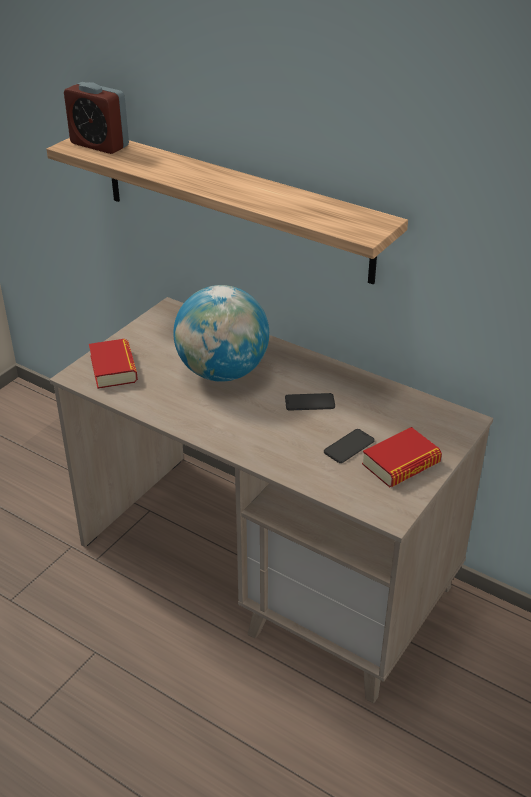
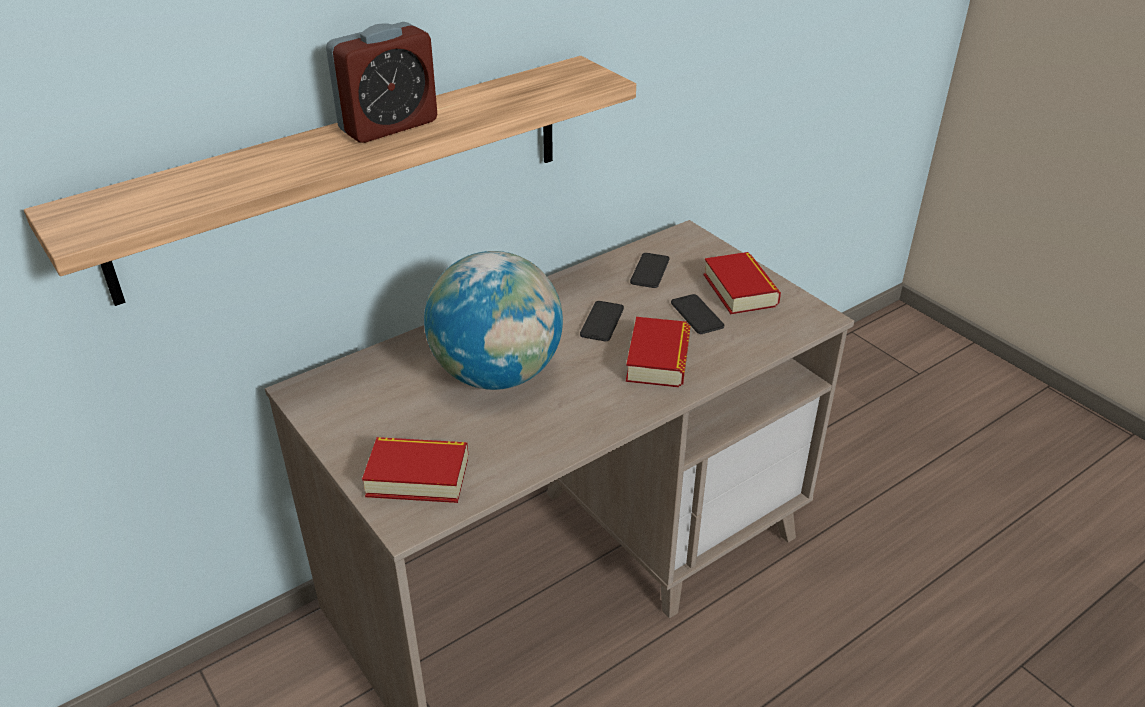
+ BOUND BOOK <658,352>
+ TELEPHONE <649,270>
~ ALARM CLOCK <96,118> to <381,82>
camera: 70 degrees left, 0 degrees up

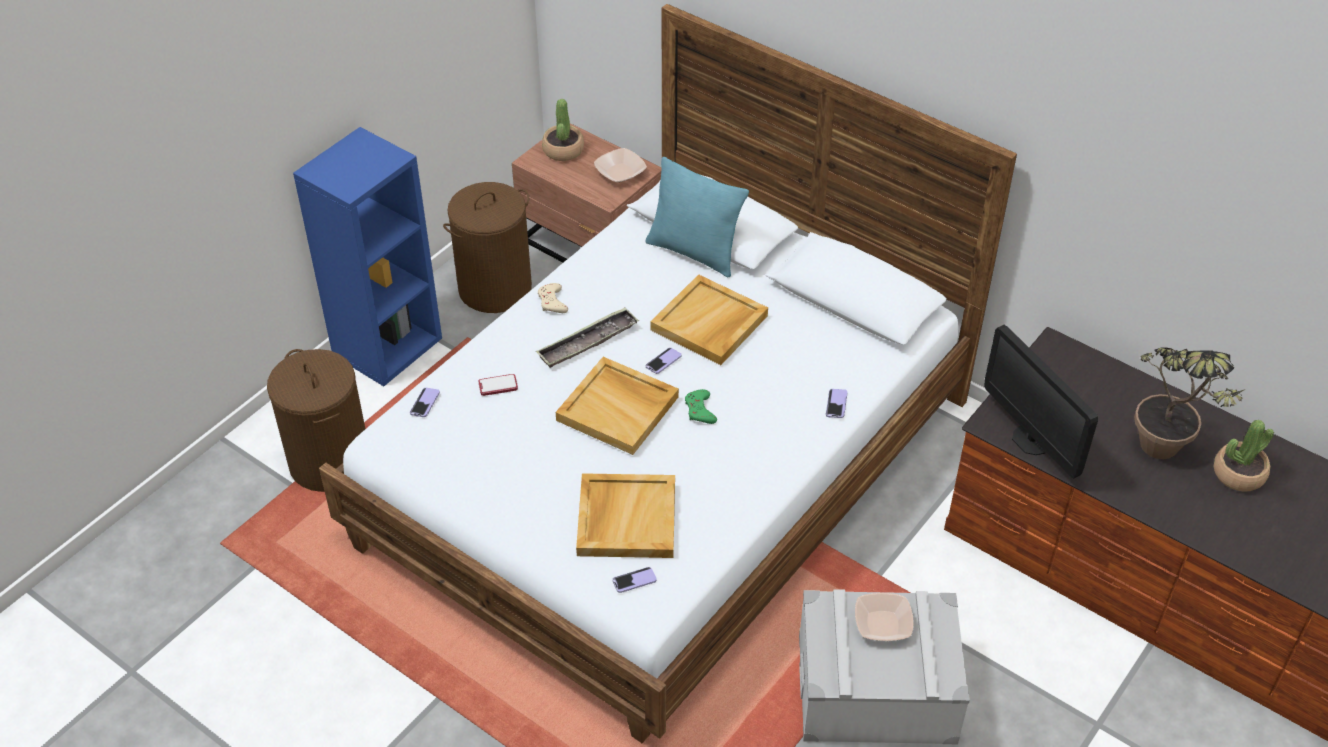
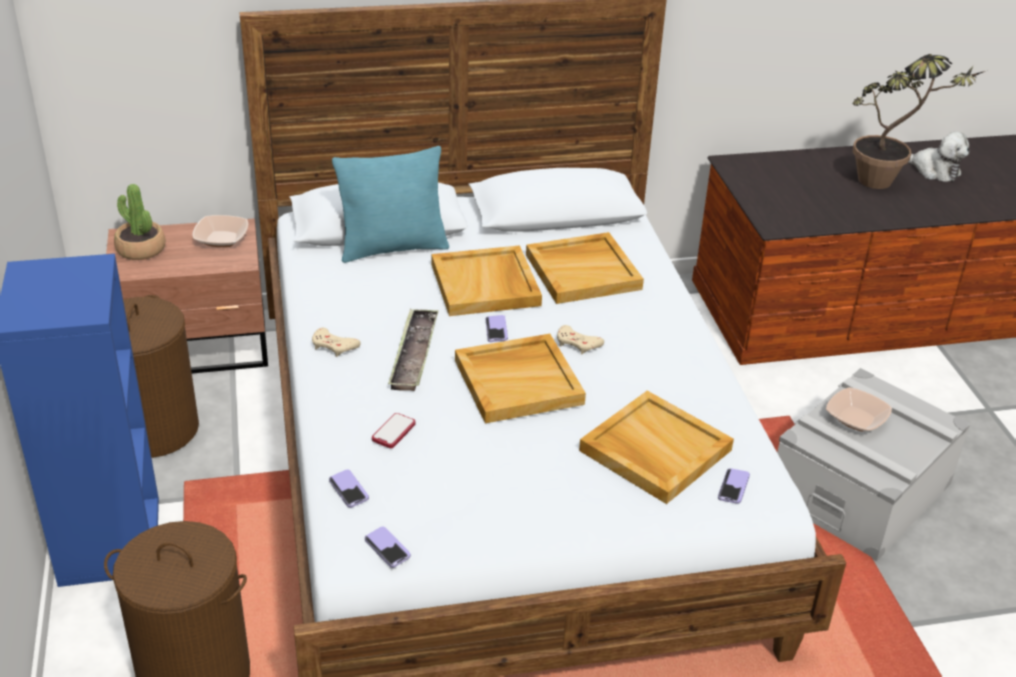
- COMPUTER DISPLAY <1041,402>
+ SAND-COLOURED SERVING TRAY <585,268>
~ TELEPHONE <836,403> to <388,547>
~ HOUSEPLANT <1243,456> to CUDDLY TOY <938,157>
~ GREENISH JOYPAD <701,406> to SAND-COLOURED JOYPAD <580,340>
camera: 50 degrees left, 10 degrees down

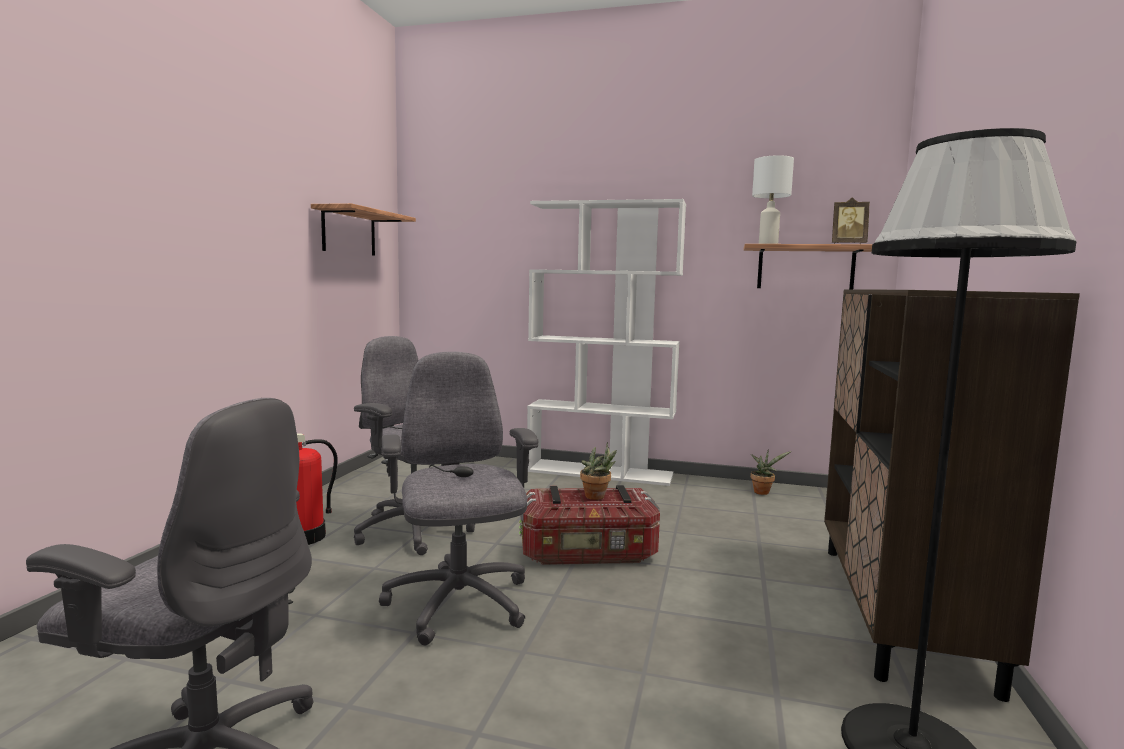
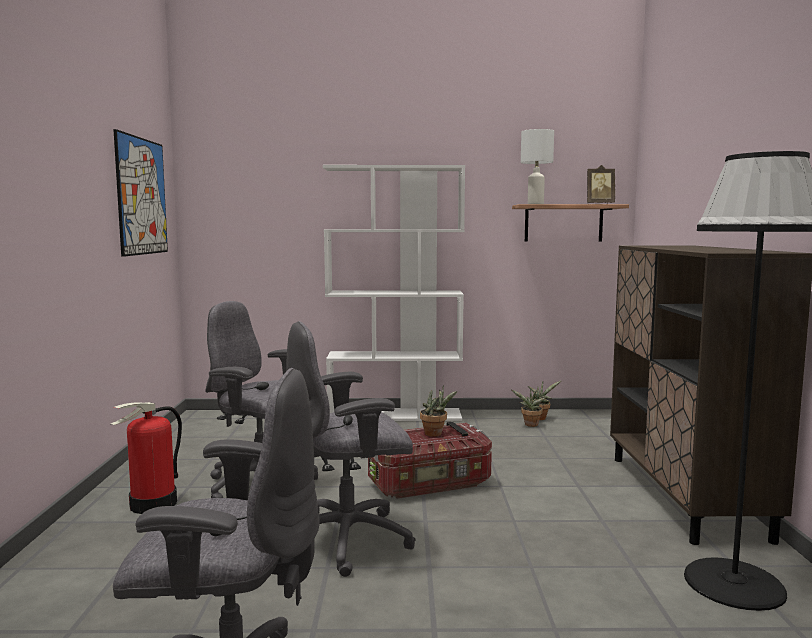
+ HOUSEPLANT <529,408>
~ BRACKET SHELF <363,229> to WALL PICTURE <140,193>
~ GRAY COMPUTER CHAIR <458,498> = <351,449> 75 degrees counterclockwise
camera: 15 degrees left, 0 degrees up

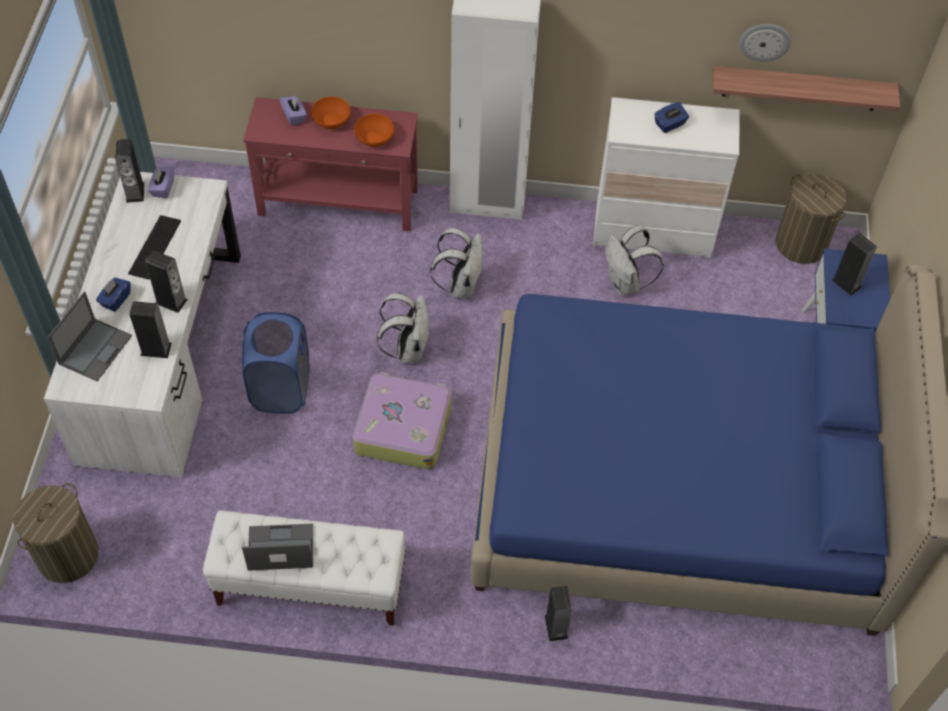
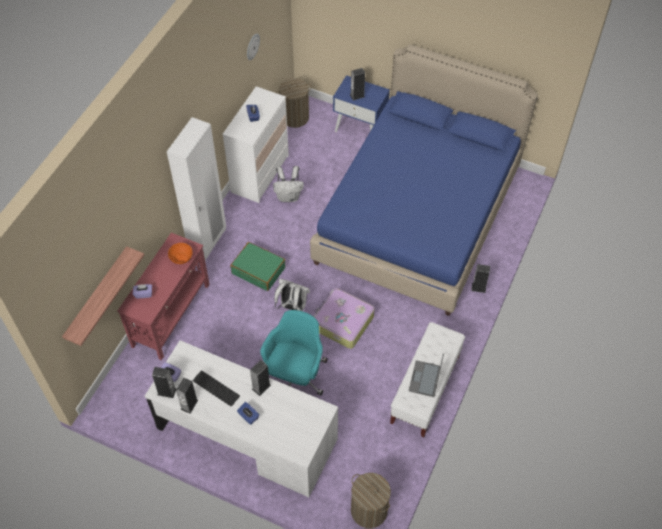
- NOTEBOOK COMPUTER <89,336>
- ORANGE DEEP DISH <331,112>
~ LOUDSPEAKER <151,329> to <187,396>
~ BRACKET SHELF <806,88> to <103,296>
~ BLUE-COLOURED WASHING BASKET <275,362> to TURQUOISE-COLOURED COMPUTER CHAIR <294,353>
~ WHITE KNAPSACK <456,263> to GREENISH TRAVEL CASE <257,266>
camera: 70 degrees left, 0 degrees up

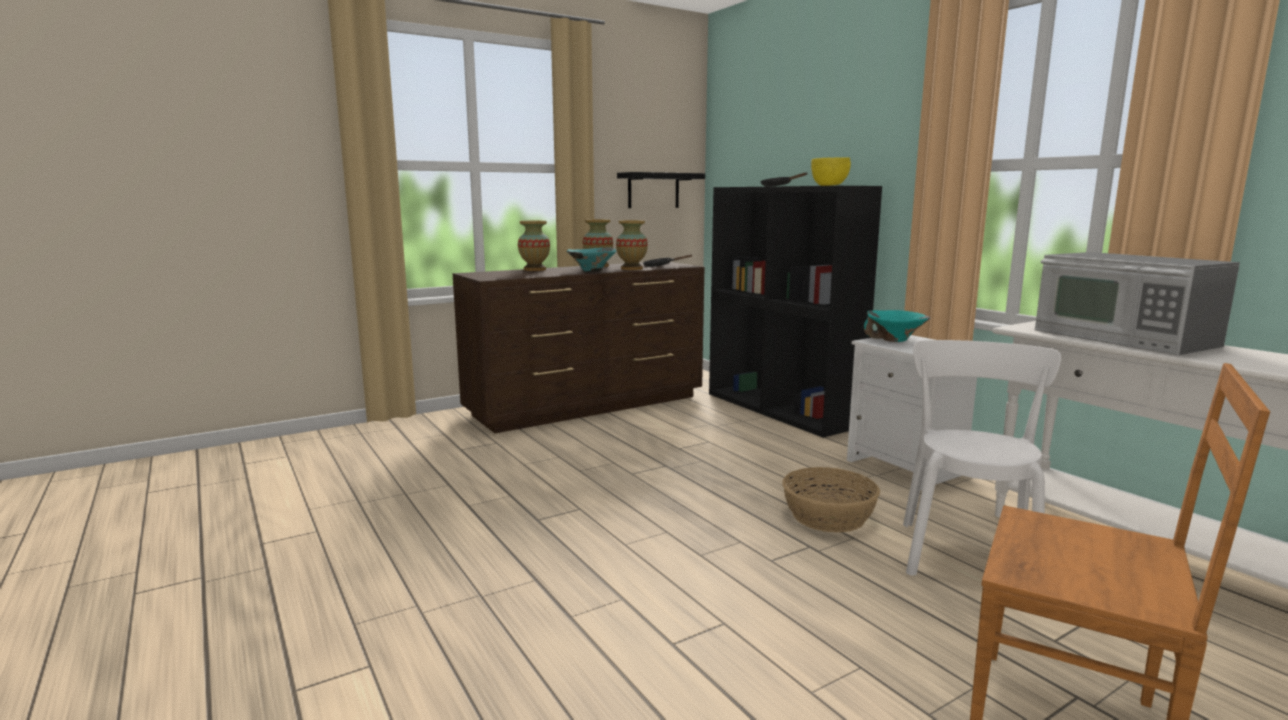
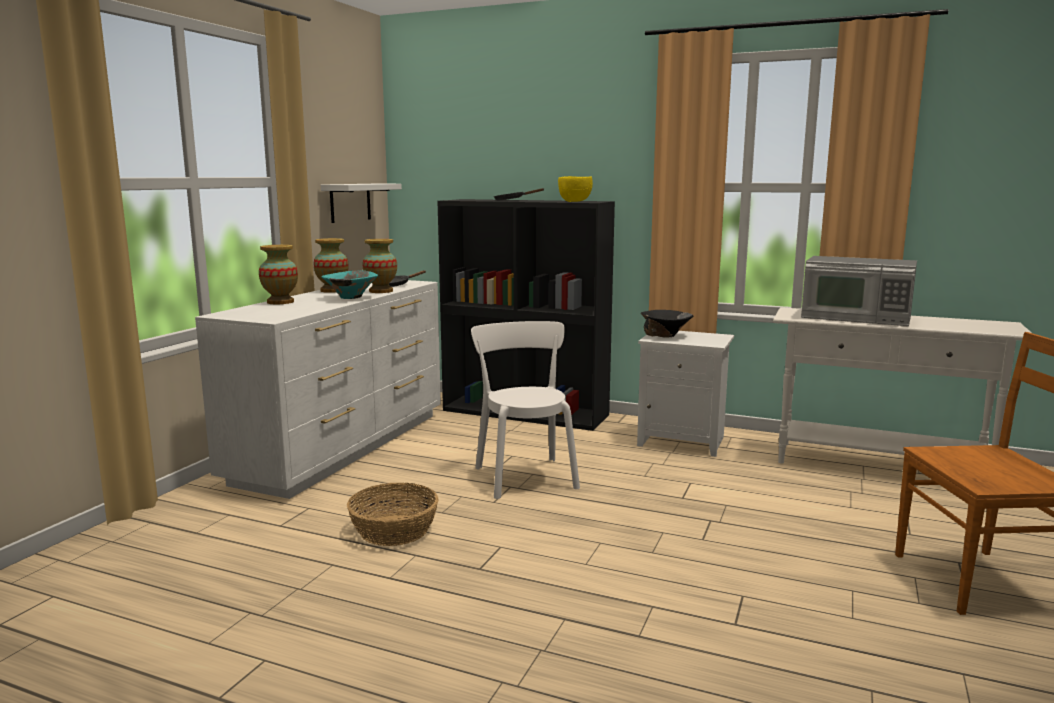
~ BASKET <831,499> to <393,514>
~ WHITE CHAIR <982,458> to <525,410>
~ BROWNISH DRAWER CHEST <578,347> to WHITE DRAWER CHEST <318,389>
~ BLACKISH BRACKET SHELF <661,190> to WHITE BRACKET SHELF <361,203>
~ TURQUOISE-COLOURED DEEP DISH <897,326> to BLACKISH DEEP DISH <667,324>
camera: 35 degrees left, 0 degrees up

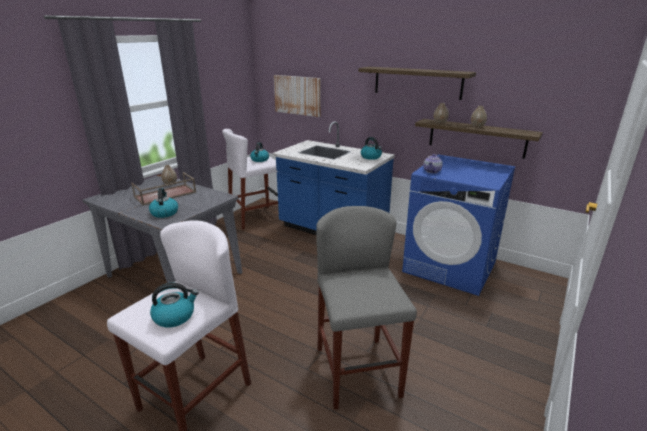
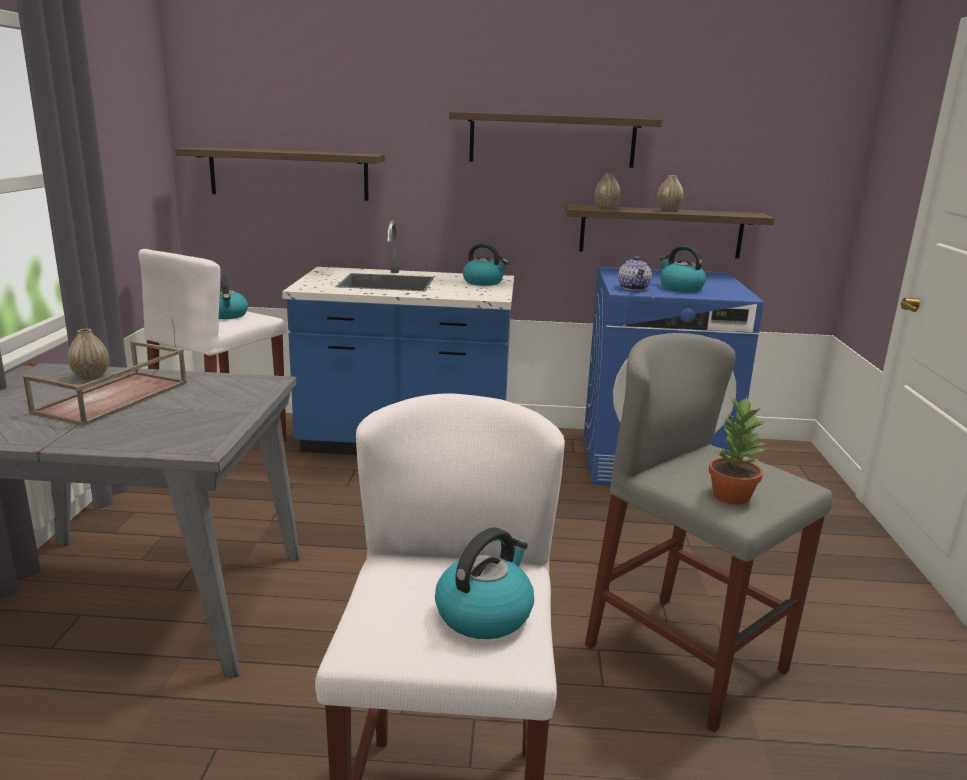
+ HOUSEPLANT <738,450>
~ KETTLE <163,203> to <683,269>
~ WALL PICTURE <297,96> to BRACKET SHELF <280,174>
camera: 30 degrees left, 5 degrees down

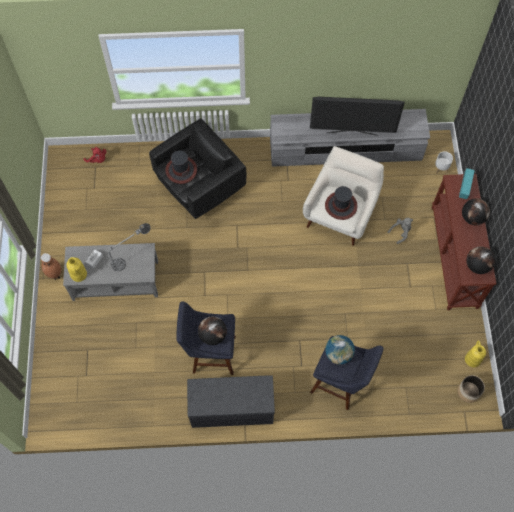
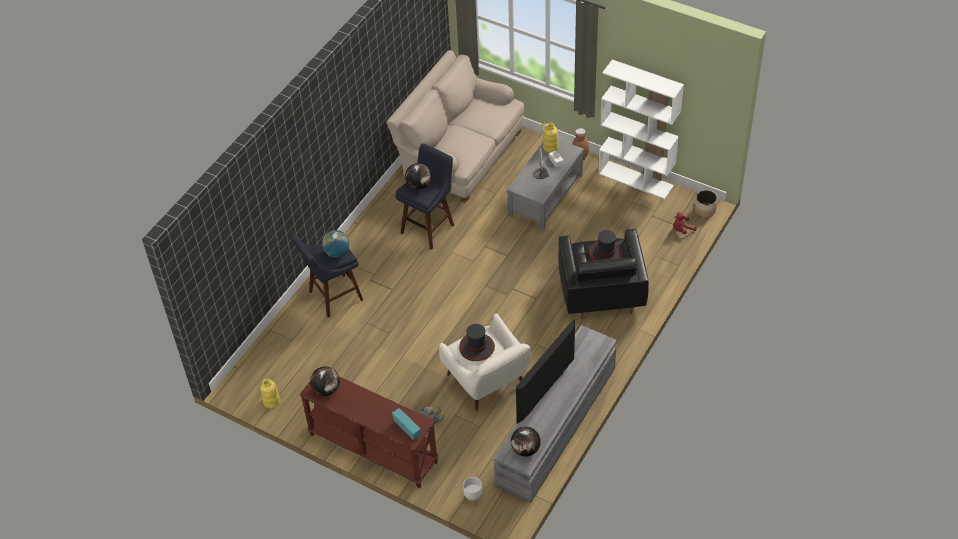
- GRAY LONG SEAT <231,401>
+ SAND-COLOURED SOFA <455,126>
+ WHITE SHELVING UNIT <641,129>
~ PLANTER <471,389> to <706,203>
~ GLOBE <476,211> to <526,441>
camera: 125 degrees right, 15 degrees down

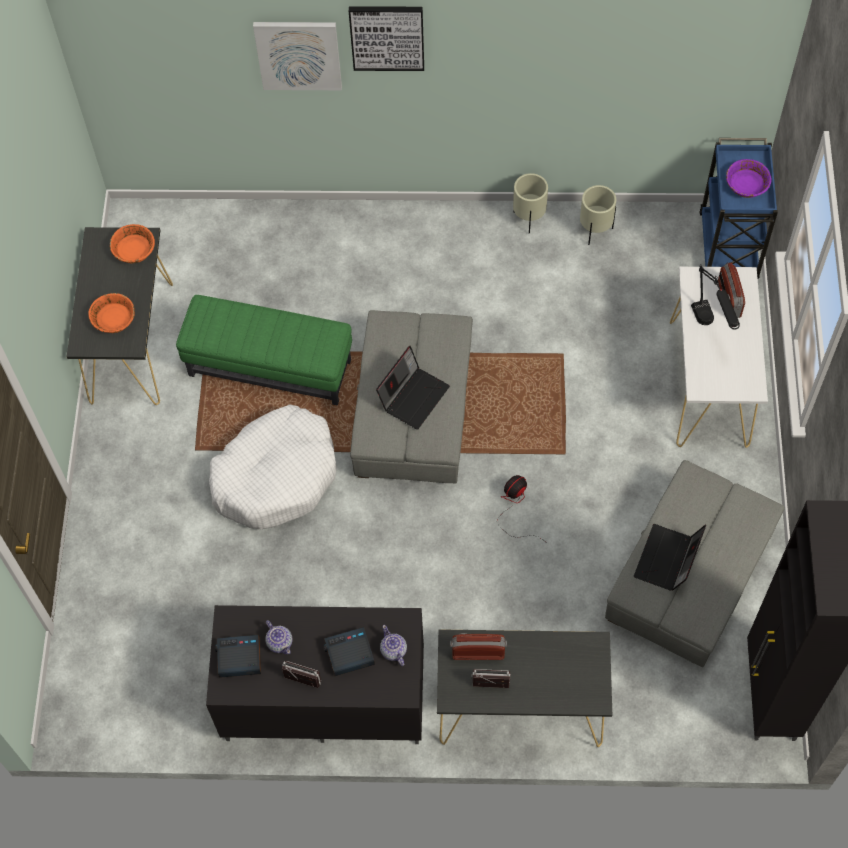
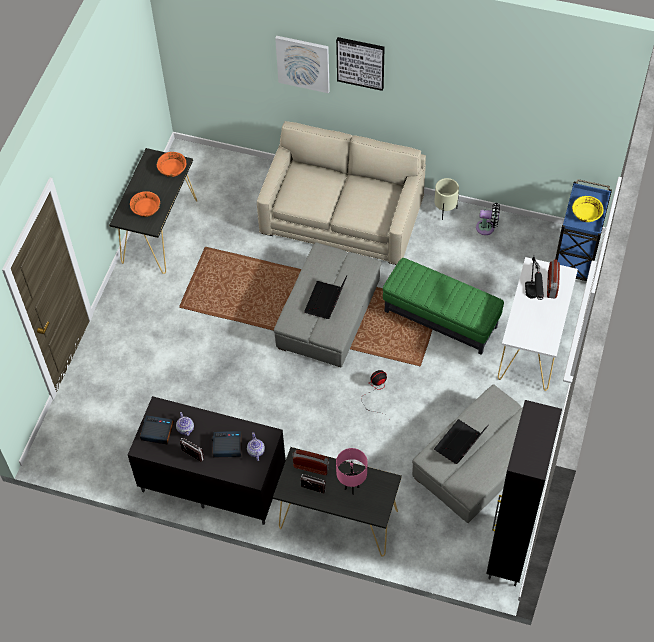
- WHITE DOG CUSHION <273,466>
+ SAND-COLOURED SOFA <341,193>
+ PINK-COLOURED LAMP FOR A TABLE <351,471>
~ GREENISH POUFFE <264,350> to <443,306>
~ SAND-COLOURED PLANTER <598,215> to BLACKISH FAN <488,219>
~ PURPLISH DEEP DISH <748,178> to YELLOW-COLOURED DEEP DISH <587,209>
~ NOTEBOOK COMPUTER <413,388> = <325,297> 150 degrees clockwise
camera: 15 degrees right, 5 degrees down

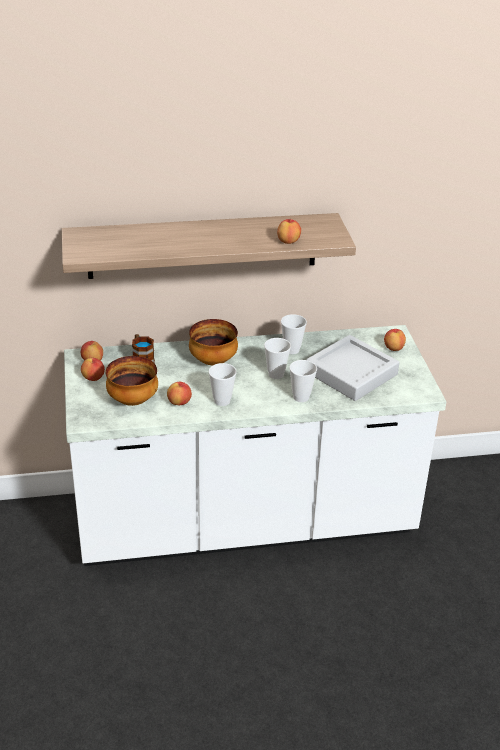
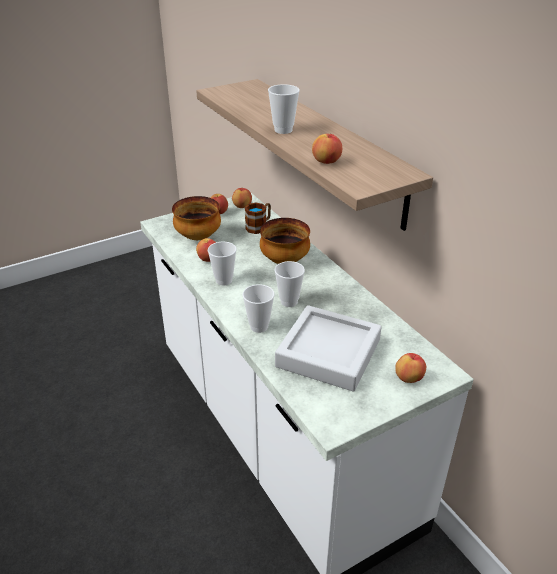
~ SMALL CUP <294,334> to <284,109>
camera: 70 degrees right, 0 degrees up

